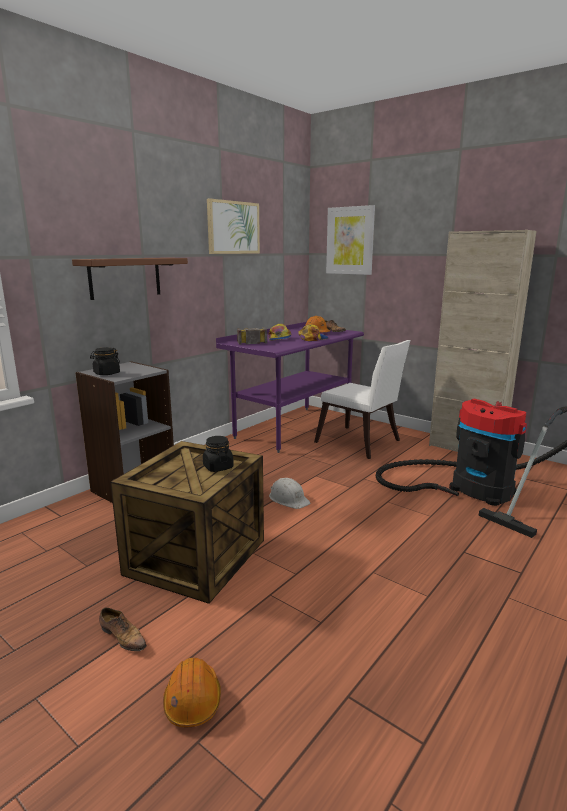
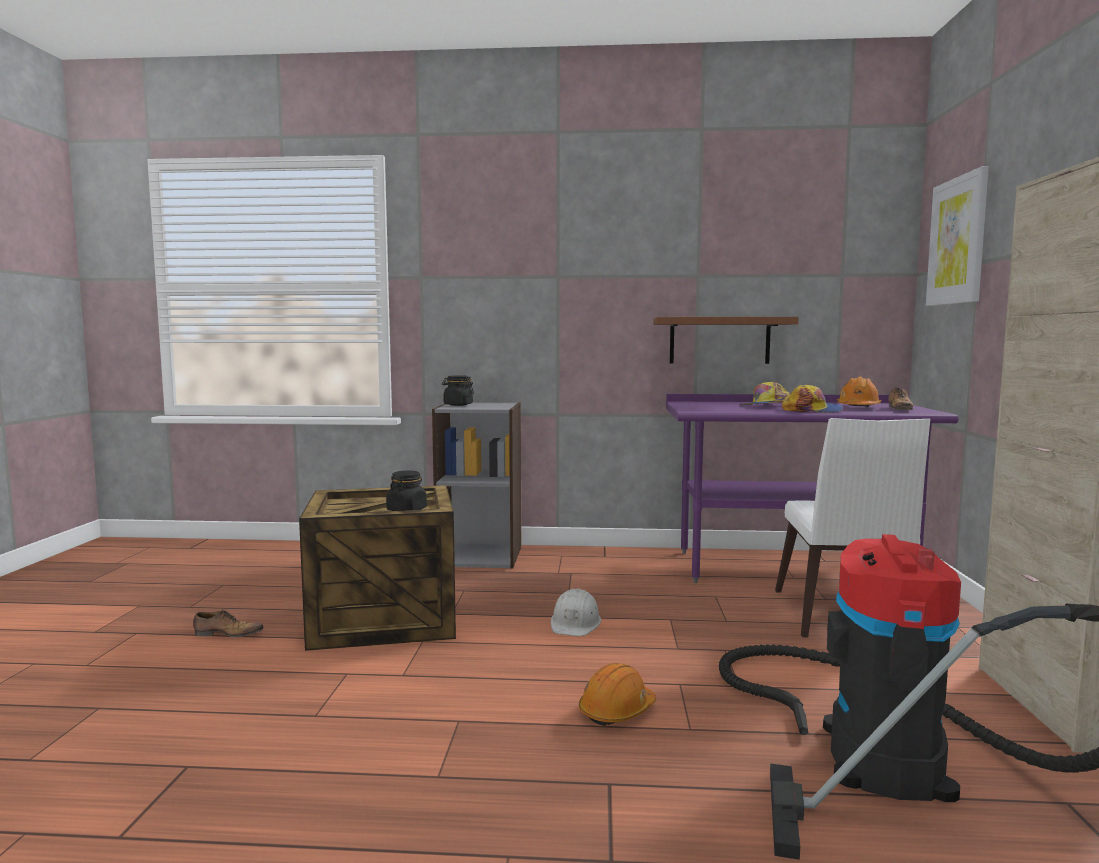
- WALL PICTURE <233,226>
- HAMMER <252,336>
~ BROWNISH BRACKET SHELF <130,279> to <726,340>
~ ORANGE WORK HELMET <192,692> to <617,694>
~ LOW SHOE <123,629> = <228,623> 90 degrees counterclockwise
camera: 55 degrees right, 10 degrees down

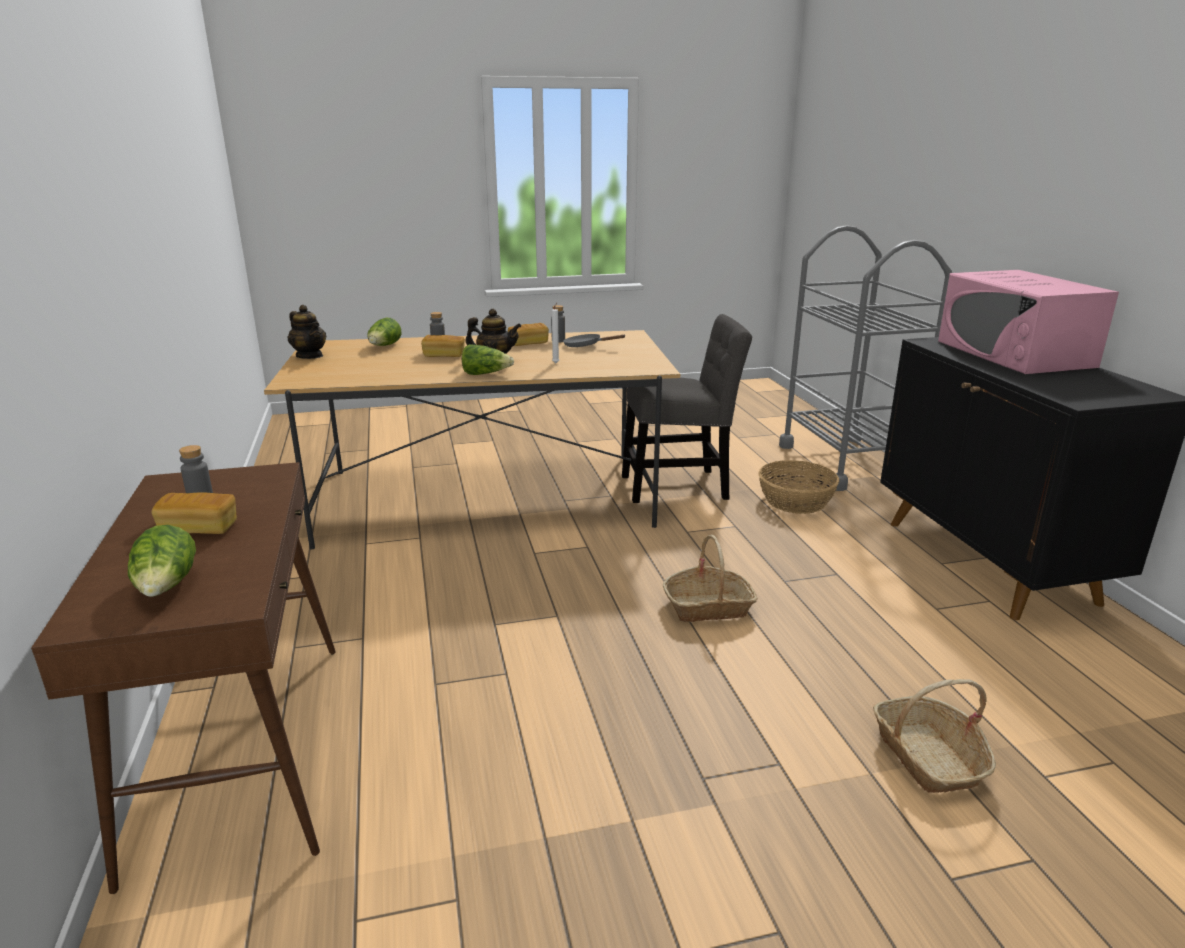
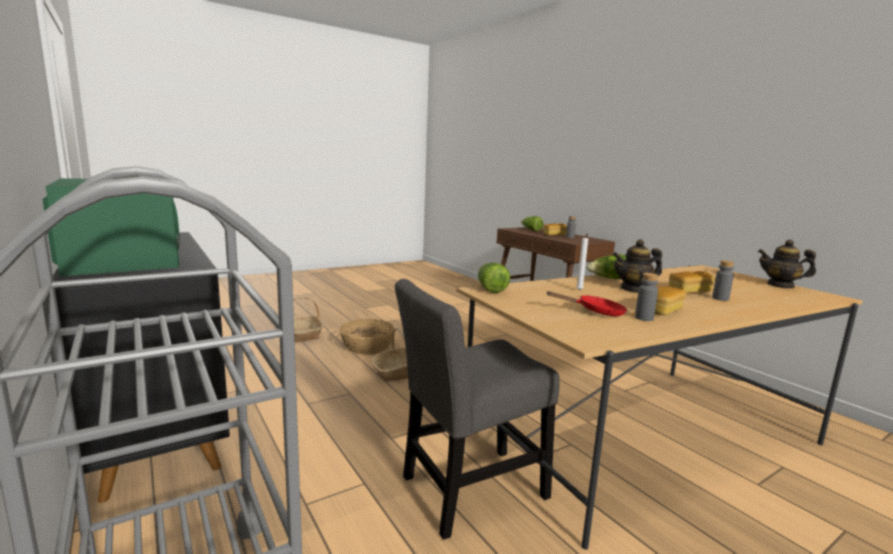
~ HEAD OF LETTUCE <384,331> to <494,278>
~ BASKET <799,487> to <367,337>
~ GRAY PAN <594,340> to RED PAN <586,303>
~ PINK-COLOURED MICROWAVE <1028,322> to GREENISH MICROWAVE <111,227>
camera: 160 degrees right, 10 degrees down

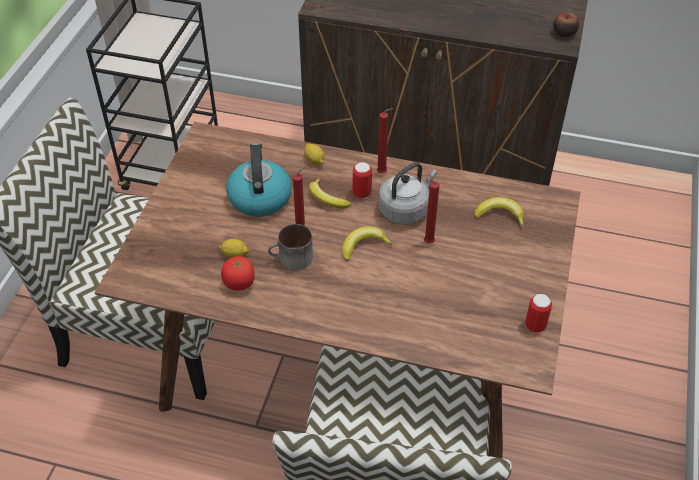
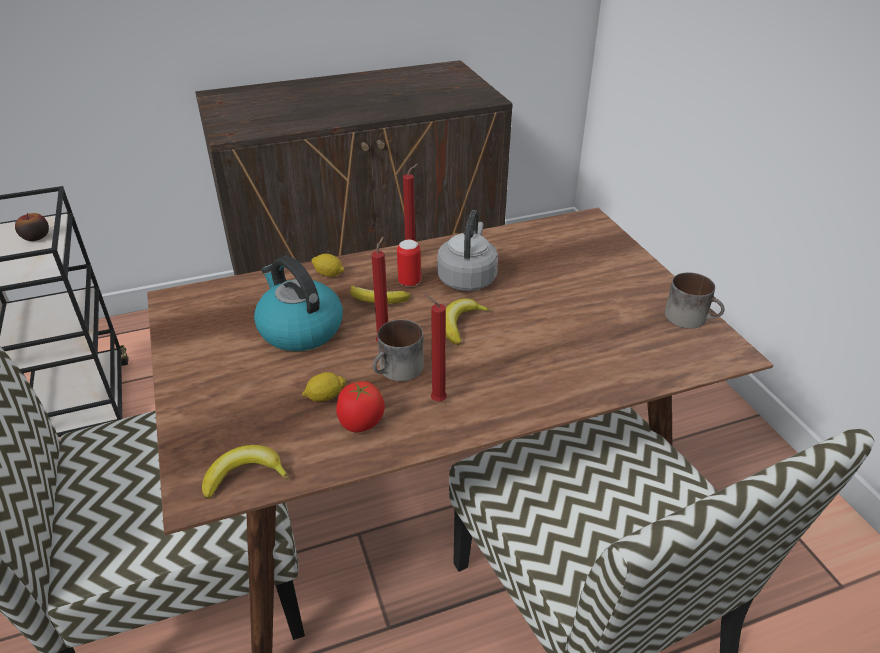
~ RED CANDLE <432,208> to <435,347>
~ BANANA FRUIT <499,212> to <245,472>
~ APPLE FRUIT <566,25> to <32,227>
~ CAN <538,313> to MUG <694,300>
camera: 35 degrees left, 10 degrees down

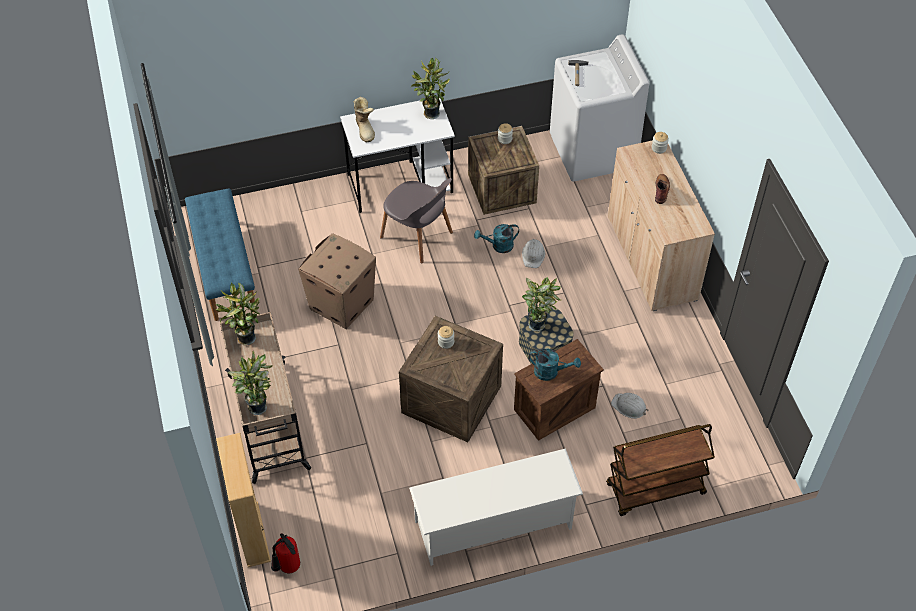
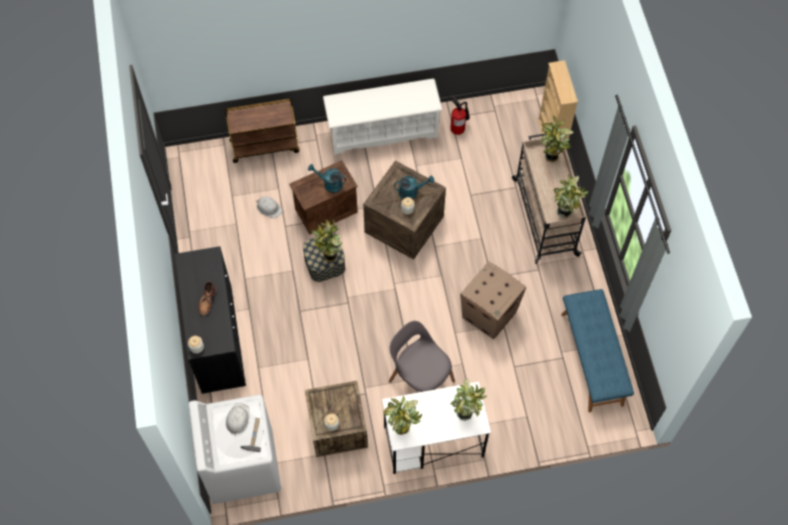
~ FIRE EXTINGUISHER <285,553> to <460,115>
~ TURQUOISE-COLOURED WATERING CAN <496,238> to <414,187>
~ WHITE WORK HELMET <533,253> to <237,419>
~ BOOT <364,119> to HOUSEPLANT <468,399>
~ SAND-COLOURED CABINET <661,225> to BLACKISH CABINET <210,320>
camera: 175 degrees left, 10 degrees up

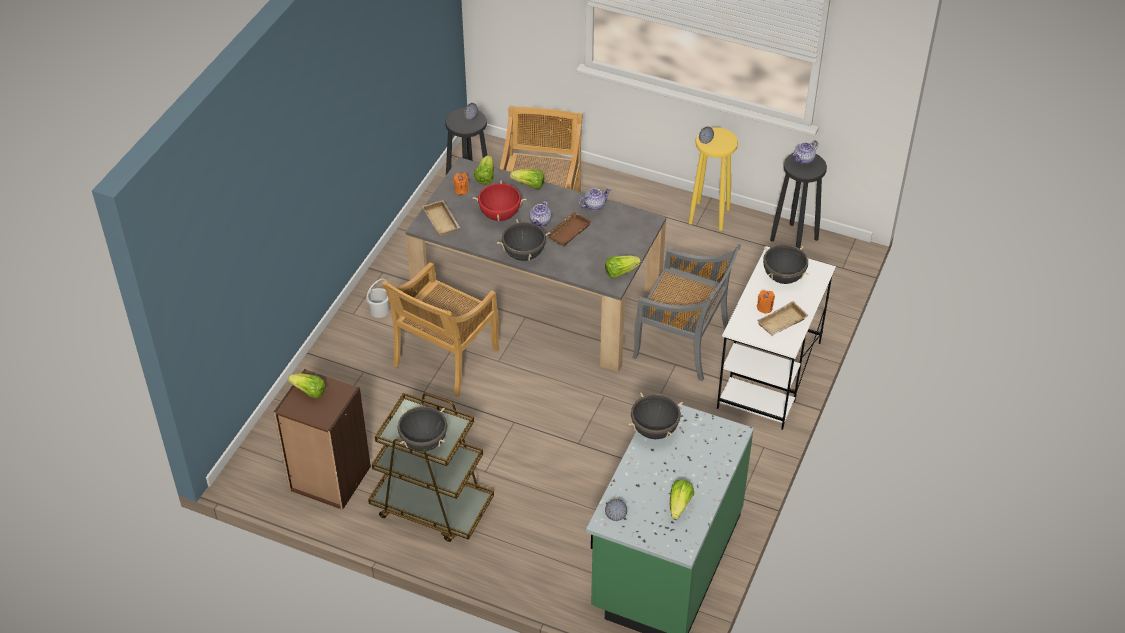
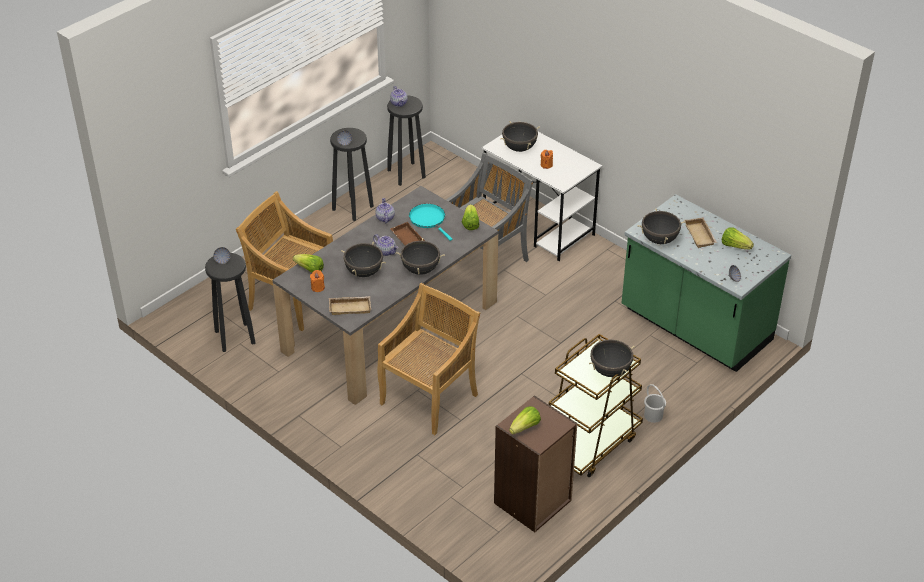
- HEAD OF LETTUCE <527,179>
+ TURQUOISE-COLOURED PAN <431,222>
~ WHITE BUCKET <377,298> to <655,403>
~ SAND-COLOURED SERVING TRAY <783,318> to <700,233>
~ RED COOKING POT <499,200> to BLACKISH COOKING POT <363,259>
~ YELLOW-COLOURED STOOL SEAT <713,179> to BLACKISH STOOL SEAT <352,174>
~ SAND-COLOURED CHAIR <440,329> = <428,359> 105 degrees counterclockwise
camera: 70 degrees left, 5 degrees down

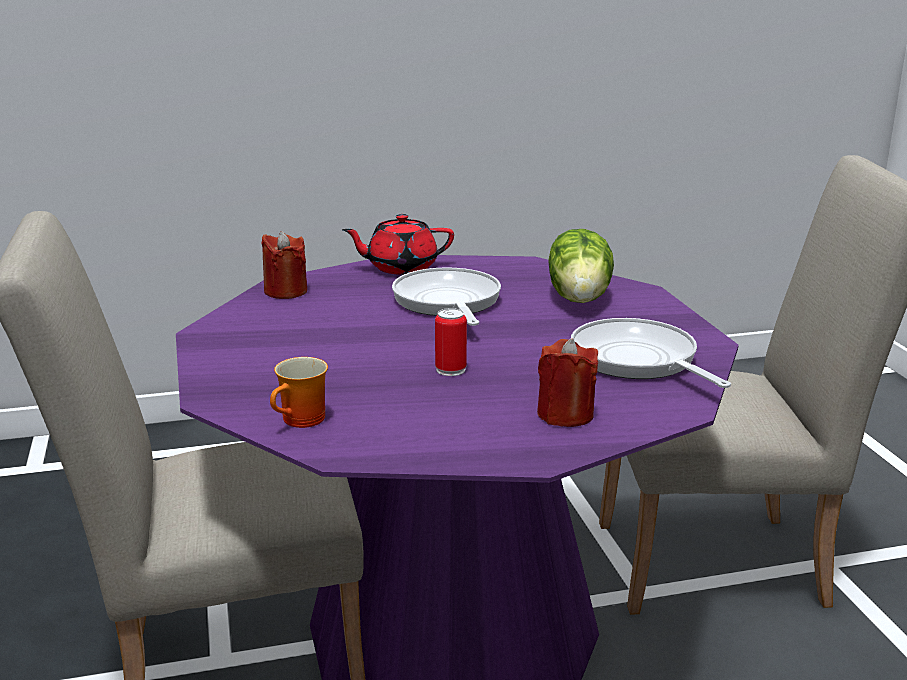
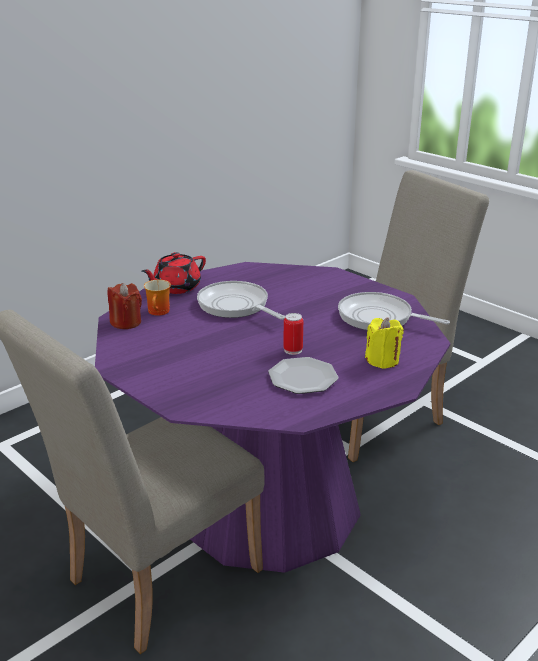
- HEAD OF LETTUCE <581,266>
+ PLATE <303,375>
~ MUG <299,392> to <157,298>
~ RED CANDLE <567,382> to YELLOW-COLOURED CANDLE <384,343>
camera: 30 degrees left, 5 degrees up

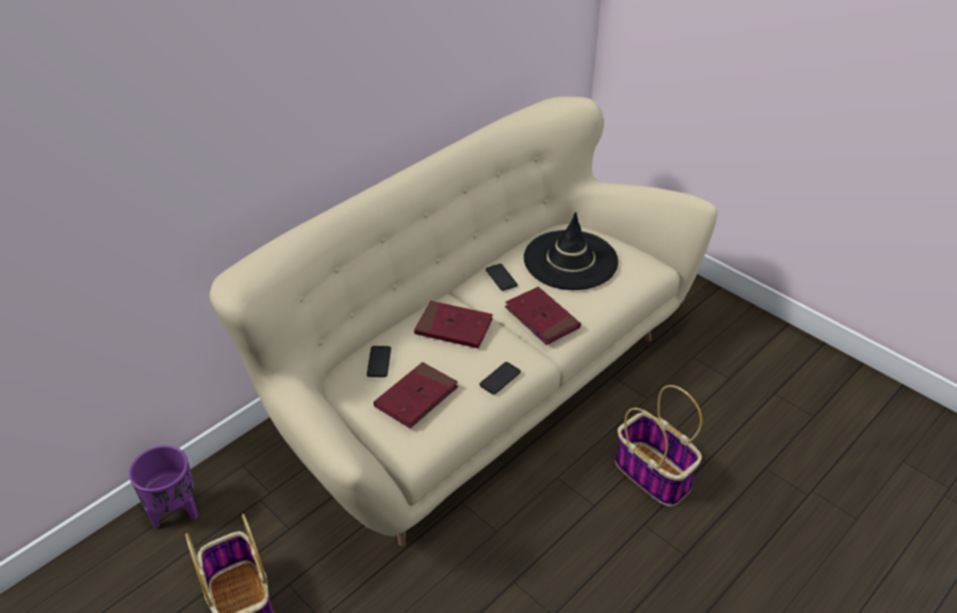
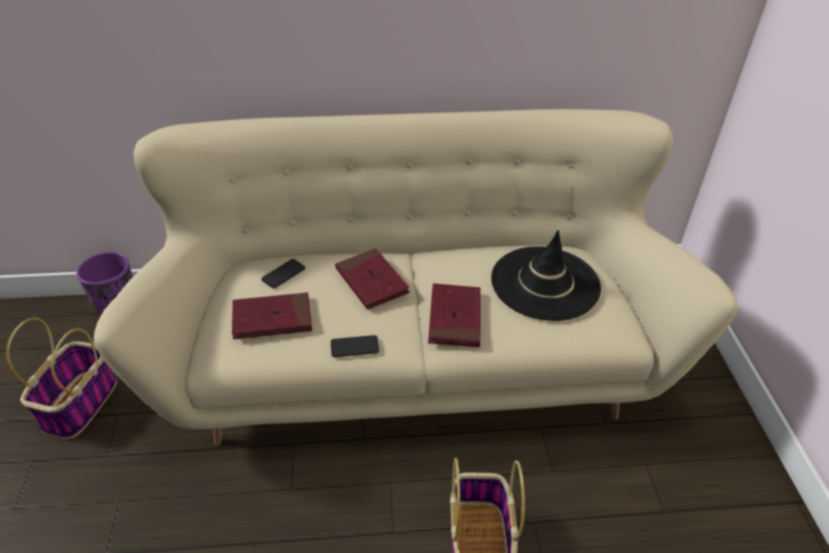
- TELEPHONE <501,277>
camera: 40 degrees right, 0 degrees up

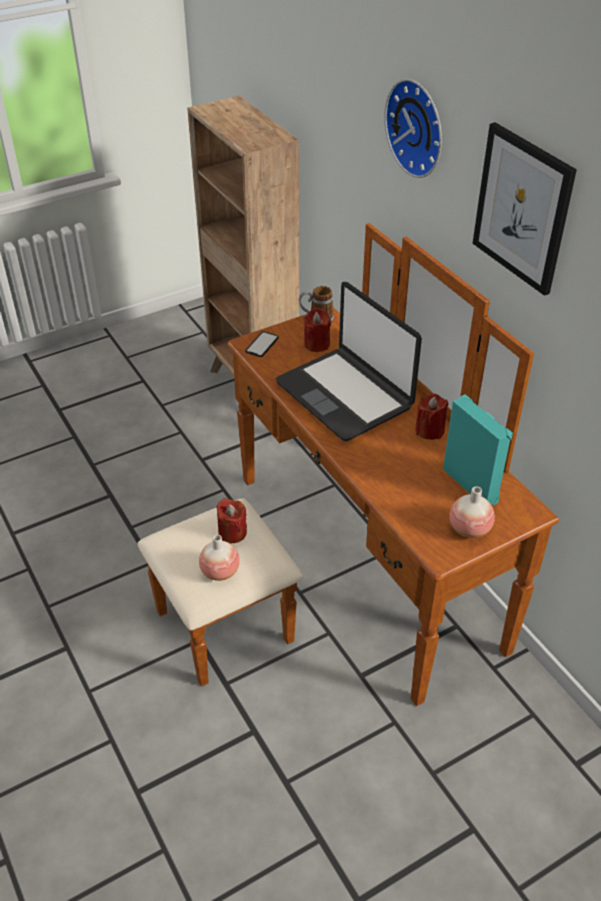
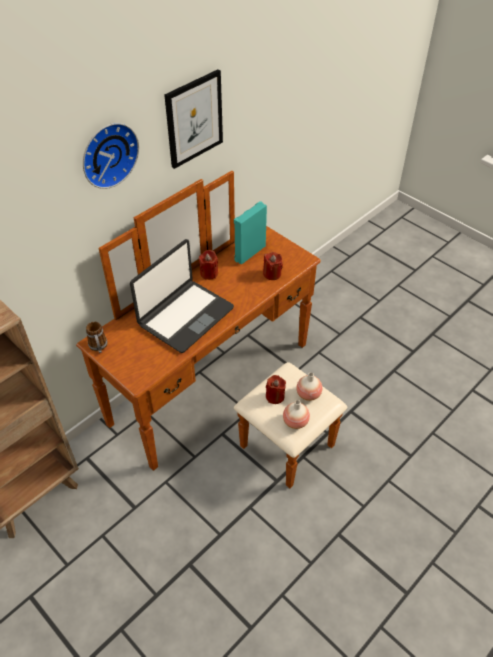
- TELEPHONE <262,344>
~ RED CANDLE <317,330> to <273,266>
~ DECORATIVE VASE <472,512> to <296,414>
camera: 105 degrees left, 5 degrees up

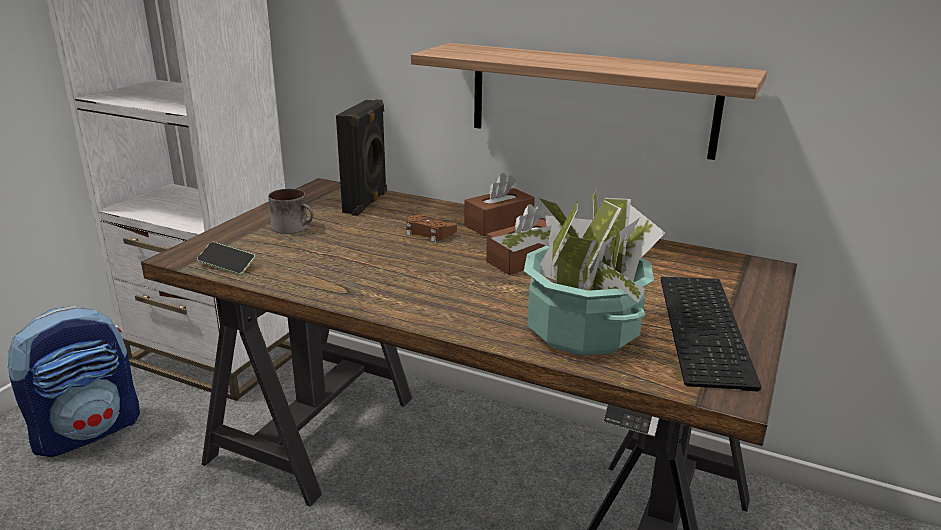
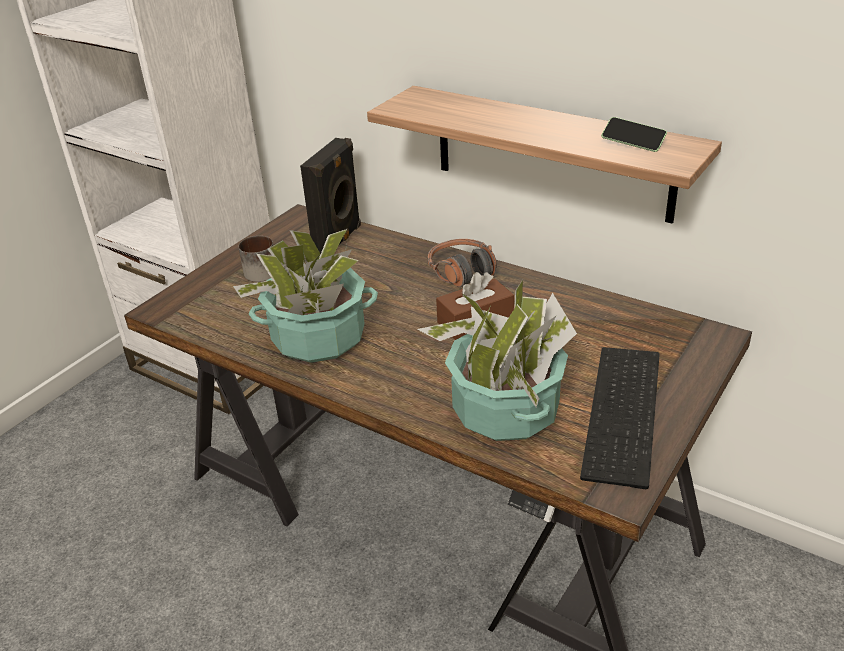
- KNAPSACK <73,381>
- BROWNISH JOYPAD <431,228>
+ HOUSEPLANT <305,296>
~ TELEPHONE <226,258> to <634,134>
~ BROWNISH TISSUE HOLDER <499,204> to HEADPHONES <462,263>
camera: 10 degrees right, 10 degrees up

